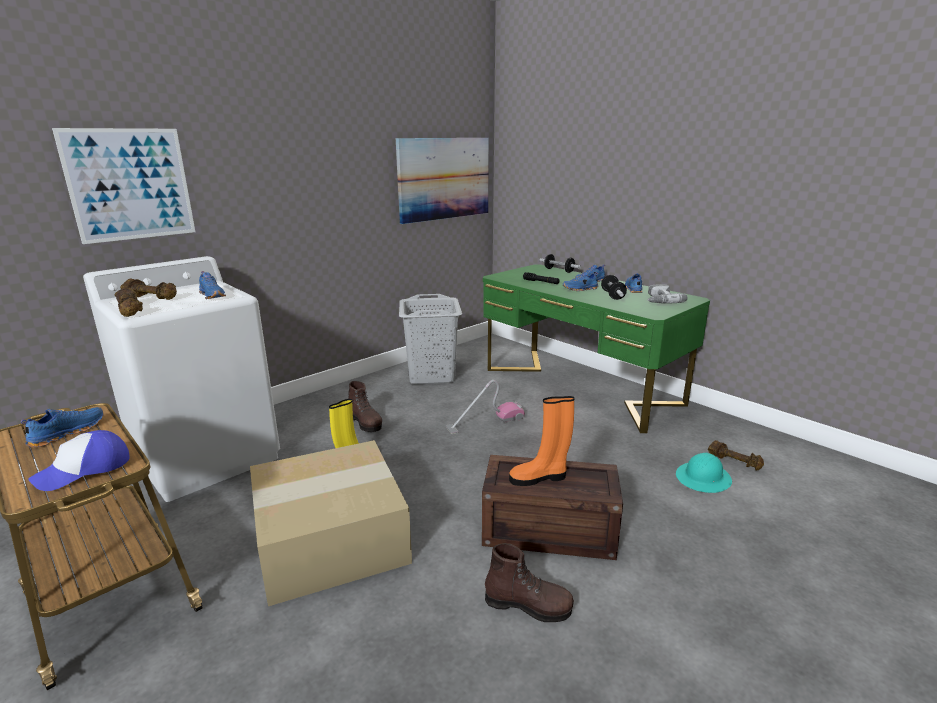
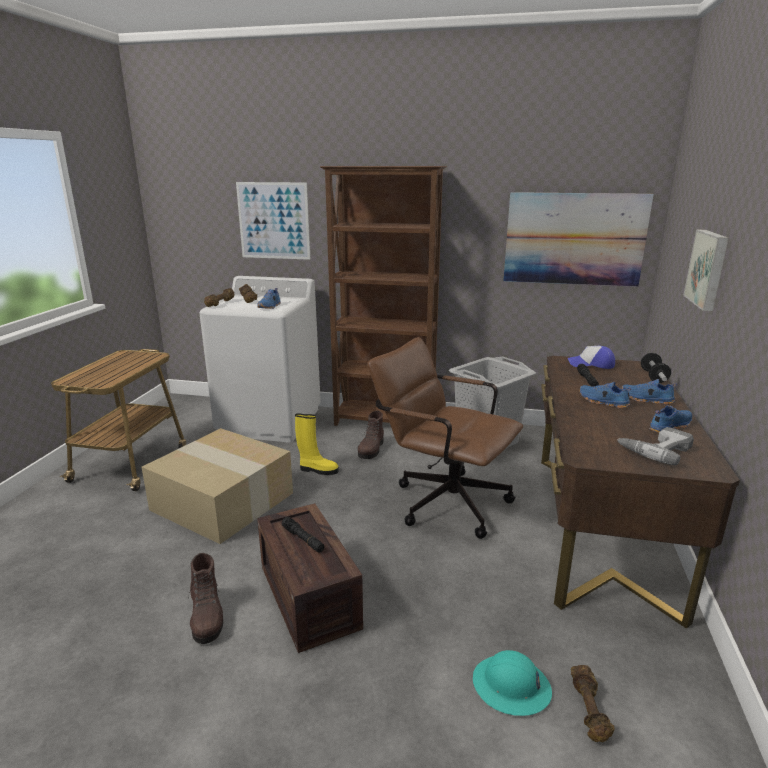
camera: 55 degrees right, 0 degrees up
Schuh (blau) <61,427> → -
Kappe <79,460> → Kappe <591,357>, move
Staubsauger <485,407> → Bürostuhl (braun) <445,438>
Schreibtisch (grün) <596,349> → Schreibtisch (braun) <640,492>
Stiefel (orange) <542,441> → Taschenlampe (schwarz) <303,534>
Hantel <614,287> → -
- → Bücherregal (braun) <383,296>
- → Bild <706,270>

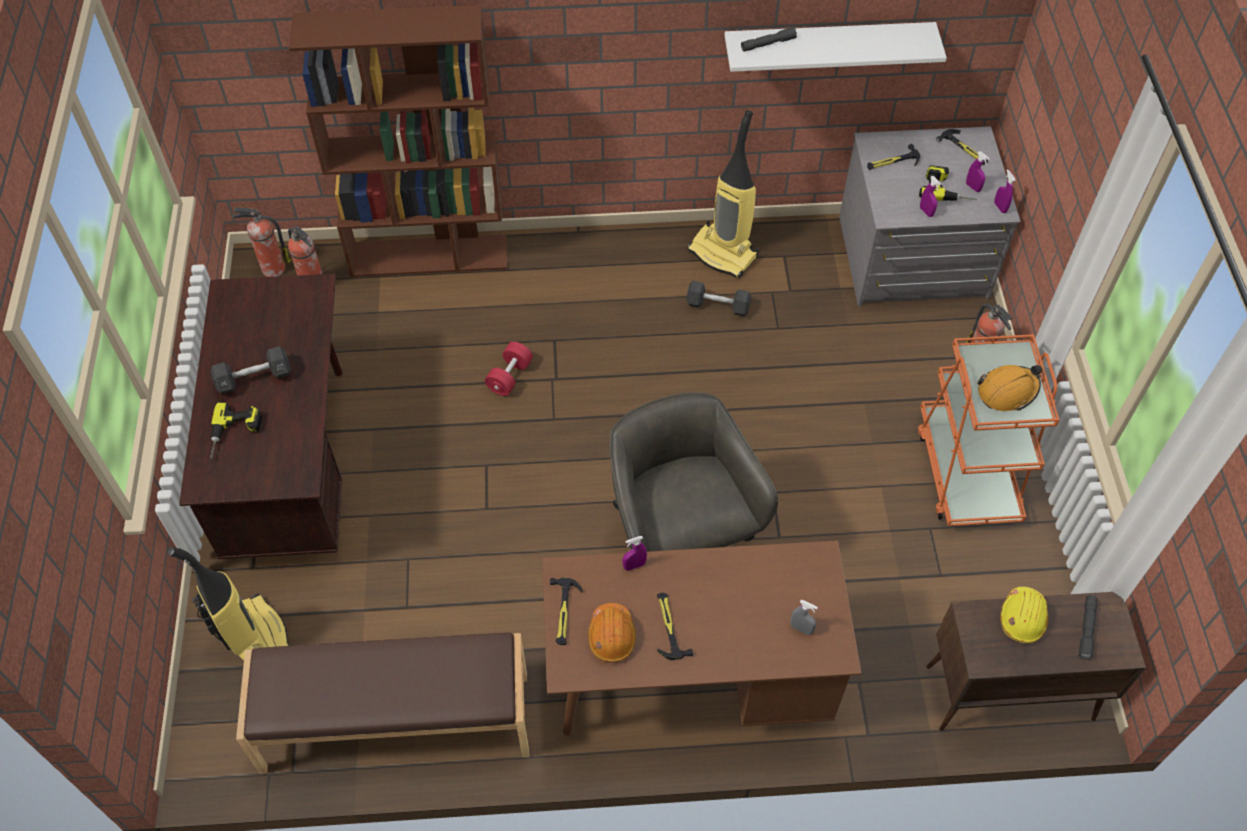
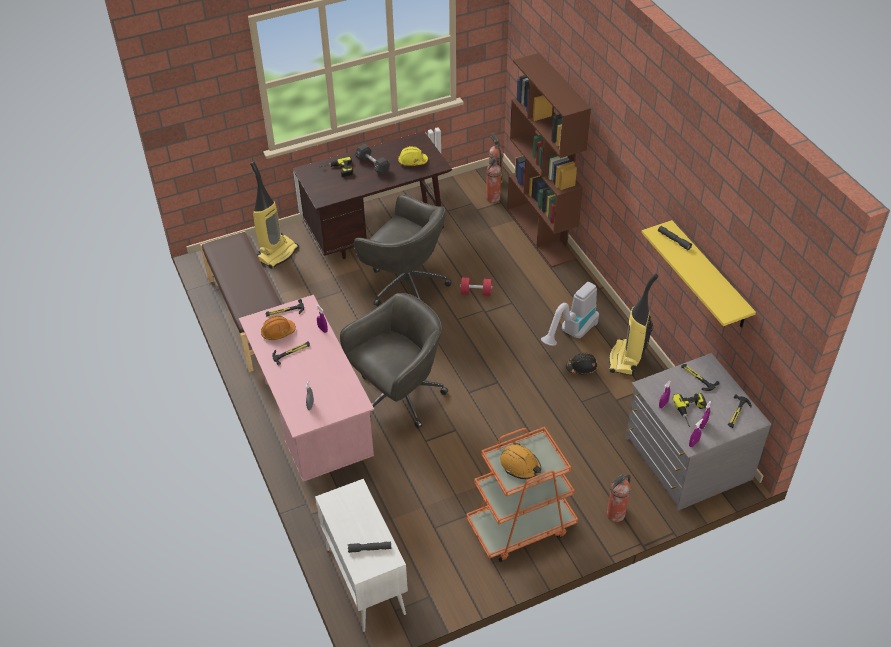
camera: 70 degrees right, 10 degrees down
Schreibtisch (braun) <702,638> → Schreibtisch (rosa) <306,388>
Hantel (schwarz) <718,298> → Schutzhelm (schwarz) <582,363>
Wandregal (weiß) <835,47> → Wandregal (gelb) <699,274>
Schrank (braun) <1036,661> → Schrank (weiß) <361,555>
Schutzhelm (gelb) <1024,615> → Schutzhelm (gelb) <413,156>, move
- → Bürostuhl (grau) <403,250>
- → Staubsauger <570,314>

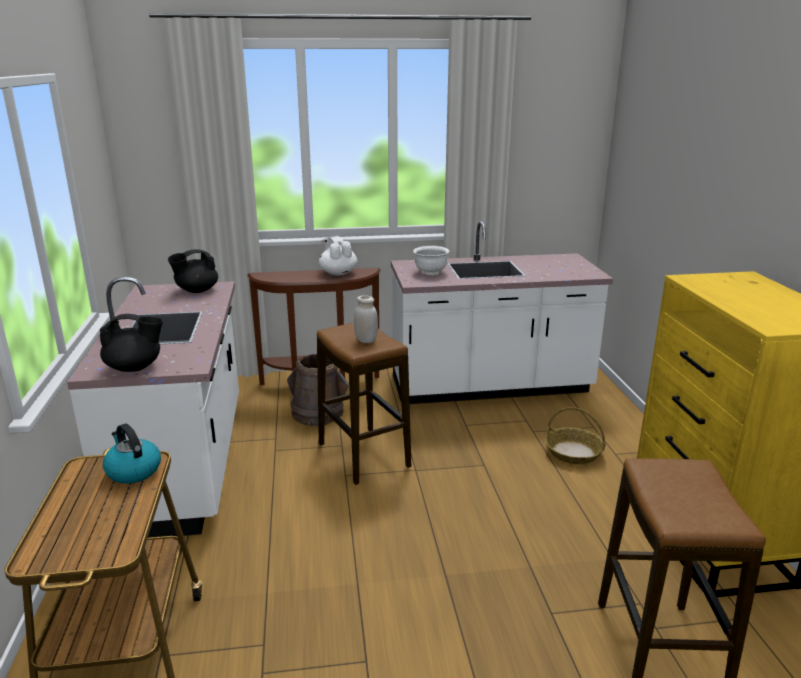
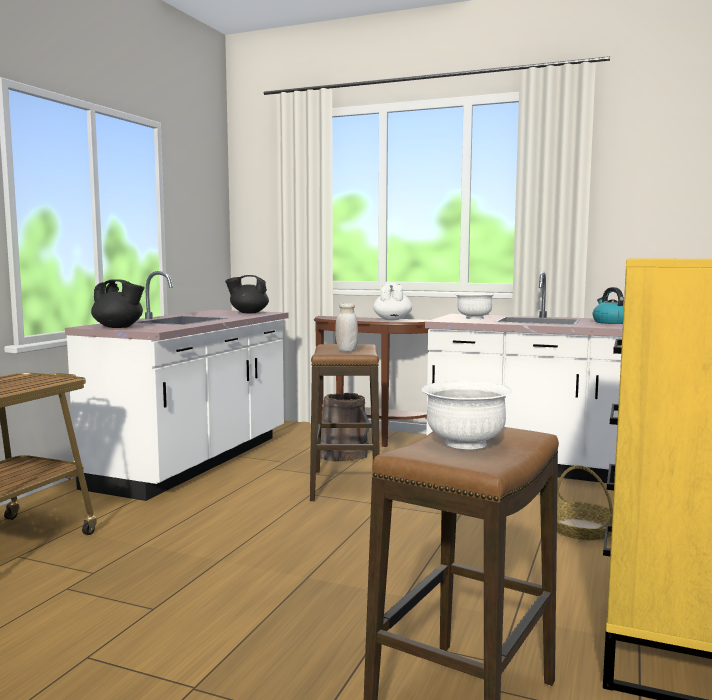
camera: 30 degrees right, 15 degrees down
Wasserkessel <132,454> → Wasserkessel <608,305>, move
- → Schüssel (weiß) <467,415>

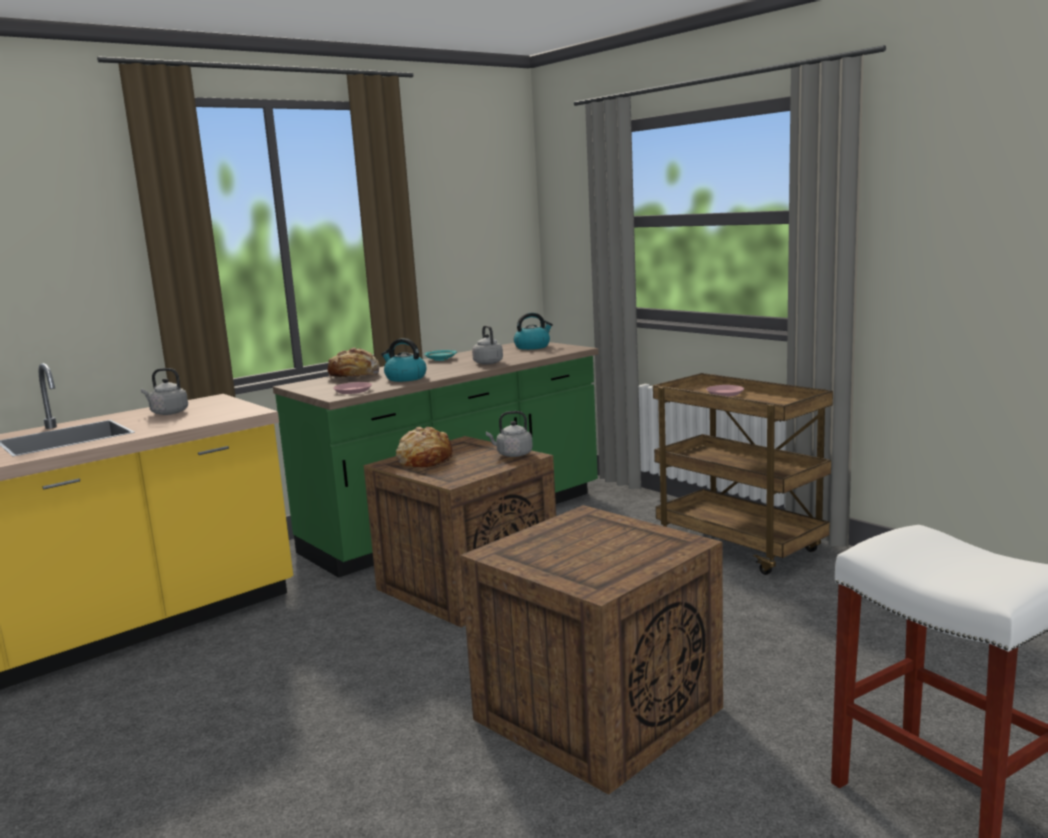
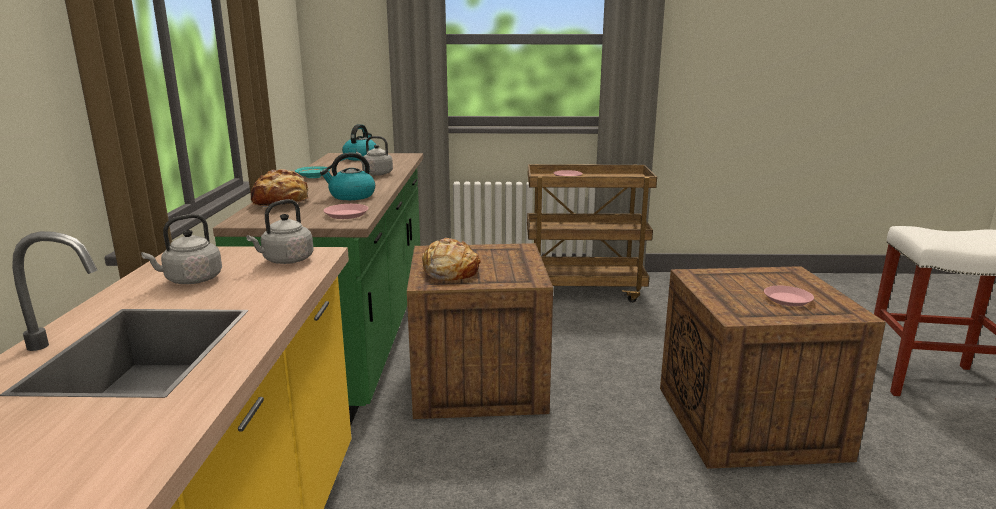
camera: 50 degrees left, 5 degrees up
Wasserkessel (grau) <509,434> → Wasserkessel (grau) <280,231>, move
- → Teller (rosa) <789,296>

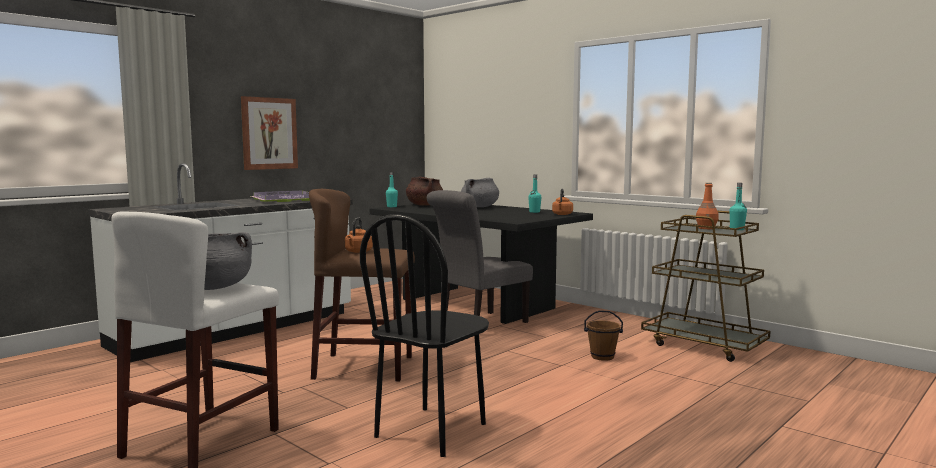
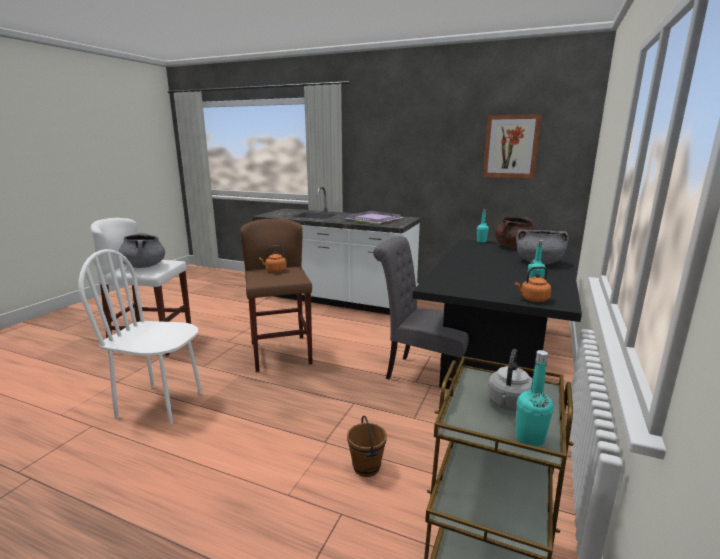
camera: 70 degrees right, 10 degrees up
Bild <269,133> → Bild <512,146>, move
Stuhl (schwarz) <424,335> → Stuhl (weiß) <140,336>
Flasche (orange) <707,205> → Wasserkessel (grau) <510,380>

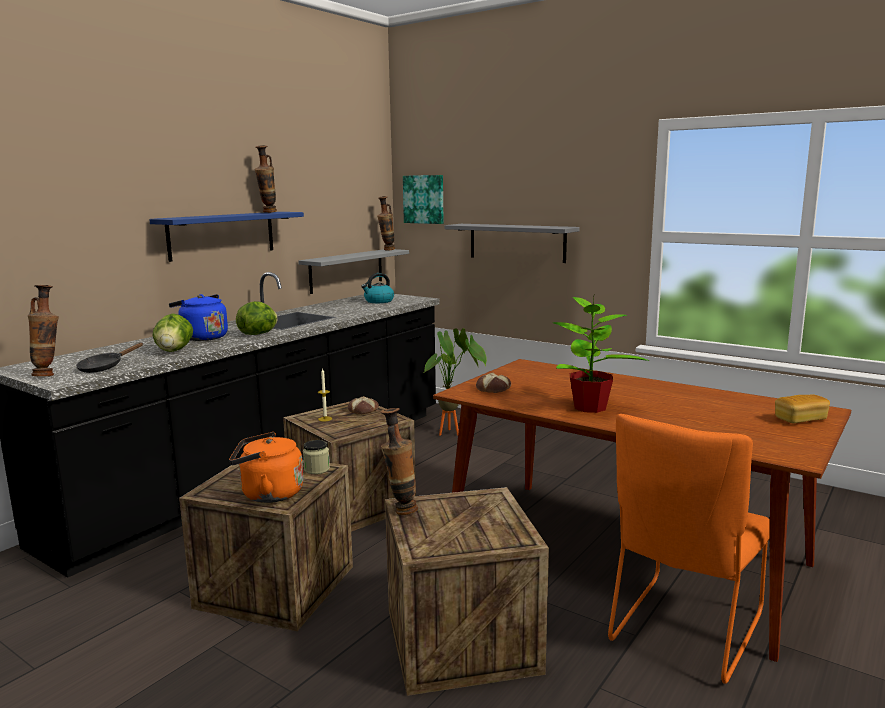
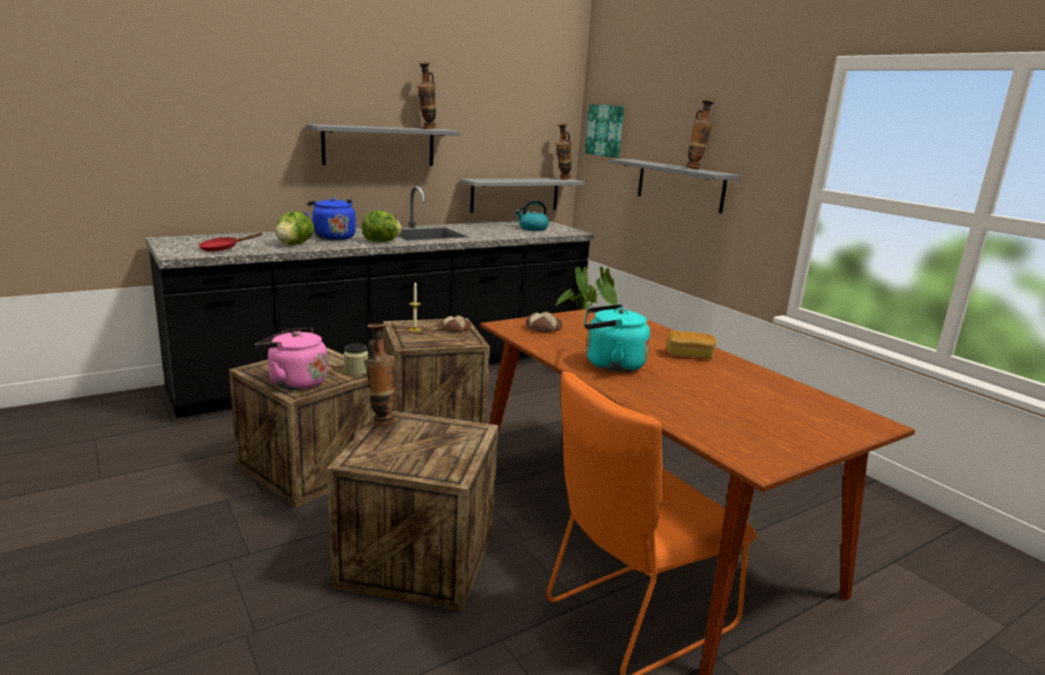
camera: 20 degrees right, 5 degrees up
Vase <43,330> → Vase <700,134>, move
Pfanne (schwarz) <109,358> → Pfanne (rot) <230,242>
Wandregal (blau) <226,237> → Wandregal (grau) <383,145>
Wasserkessel (orange) <266,467> → Wasserkessel (rosa) <291,359>
Topfpflanze <601,353> → Wasserkessel (türkis) <617,338>
Brot <802,408> → Brot <691,345>, move

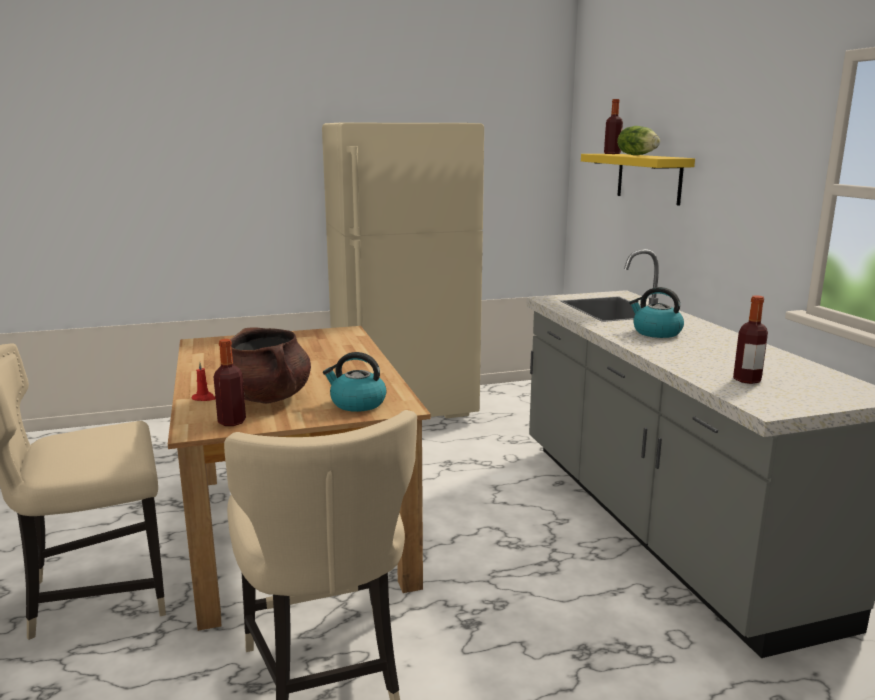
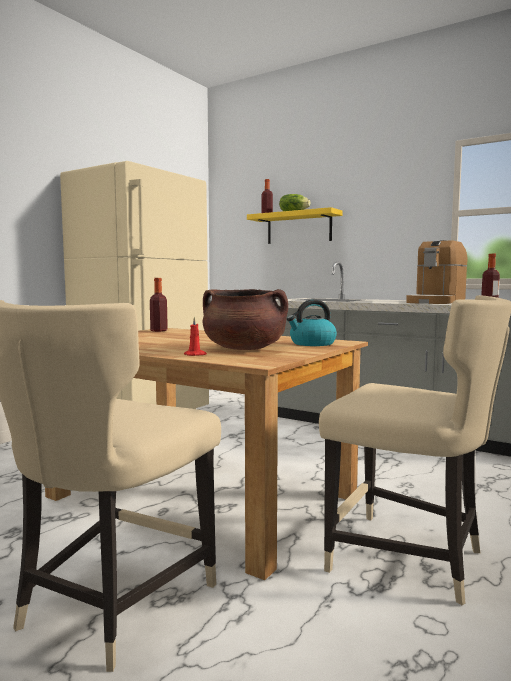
camera: 40 degrees left, 10 degrees down
Flasche <230,382> → Flasche <159,305>, move
Wasserkessel <656,312> → -
- → Kaffeemaschine <437,272>

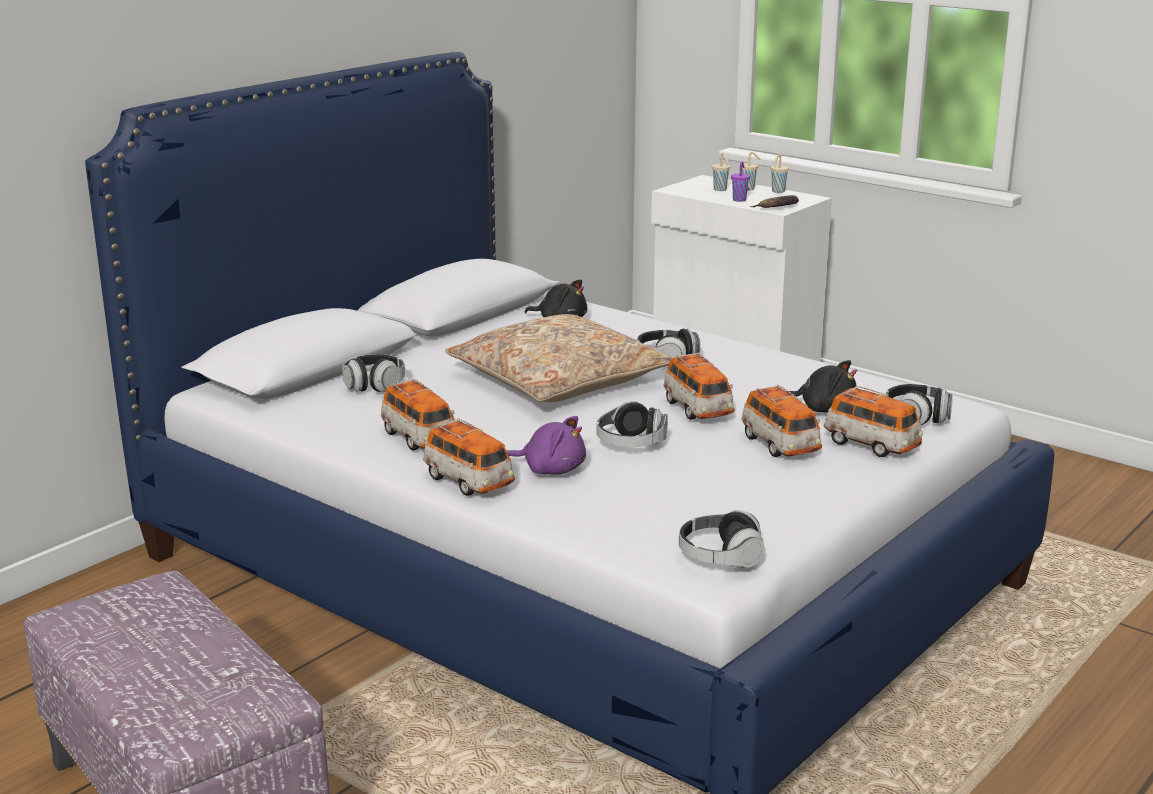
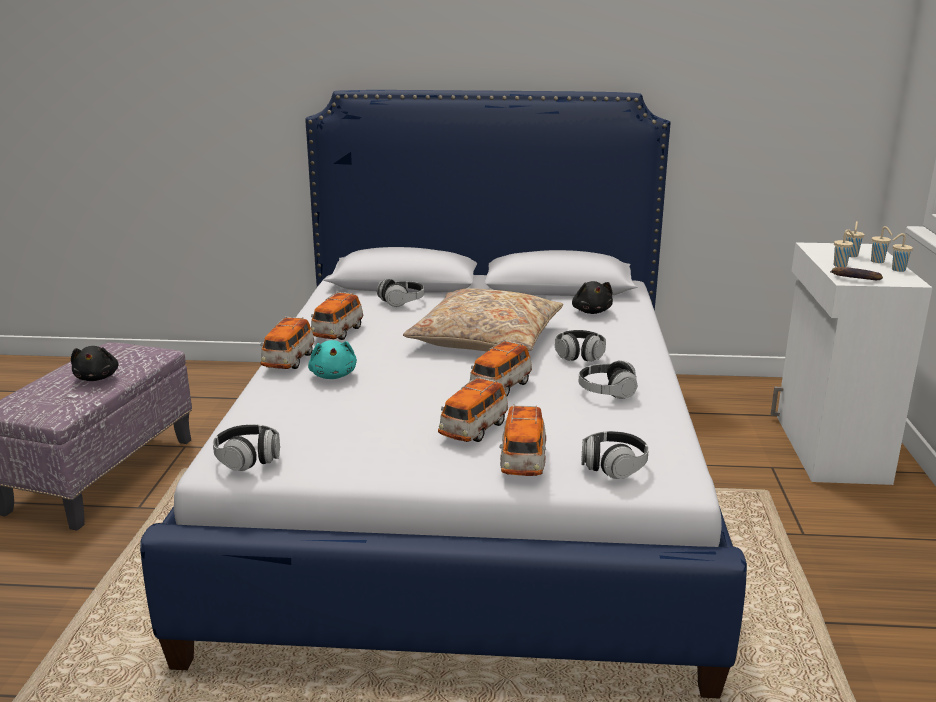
camera: 55 degrees right, 0 degrees up
Plüschtier (lila) <547,445> → Plüschtier (türkis) <332,359>
Kopfhörer <632,424> → Kopfhörer <608,379>, move
Tasse (lila) <740,182> → Tasse (beige) <844,248>
Plüschtier (schwarz) <821,386> → Plüschtier (schwarz) <95,363>, move

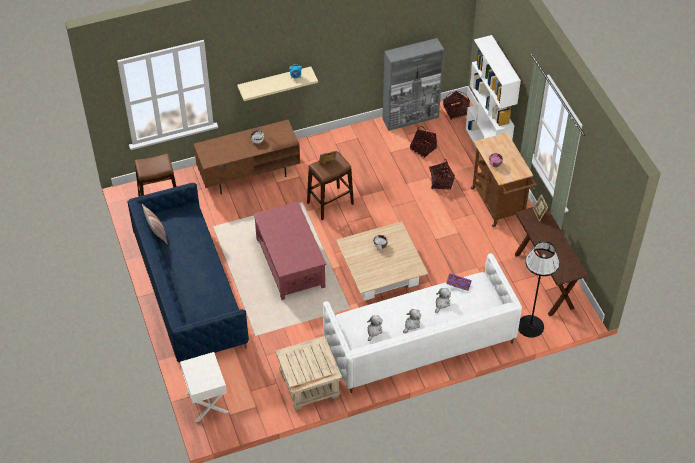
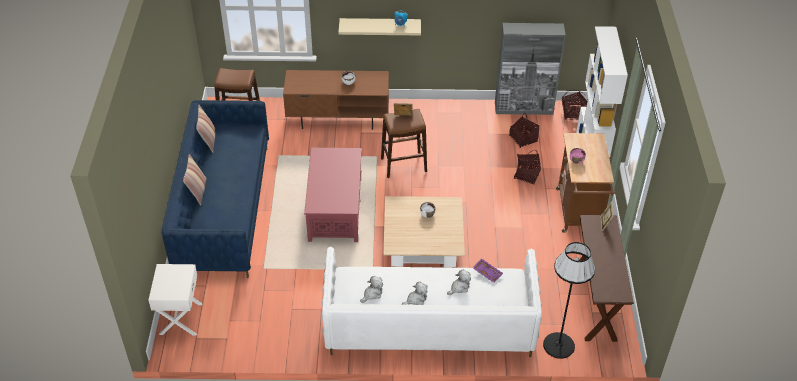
camera: 20 degrees right, 5 degrees down
Beistelltisch (beige) <308,373> → -
- → Kissen <195,180>

